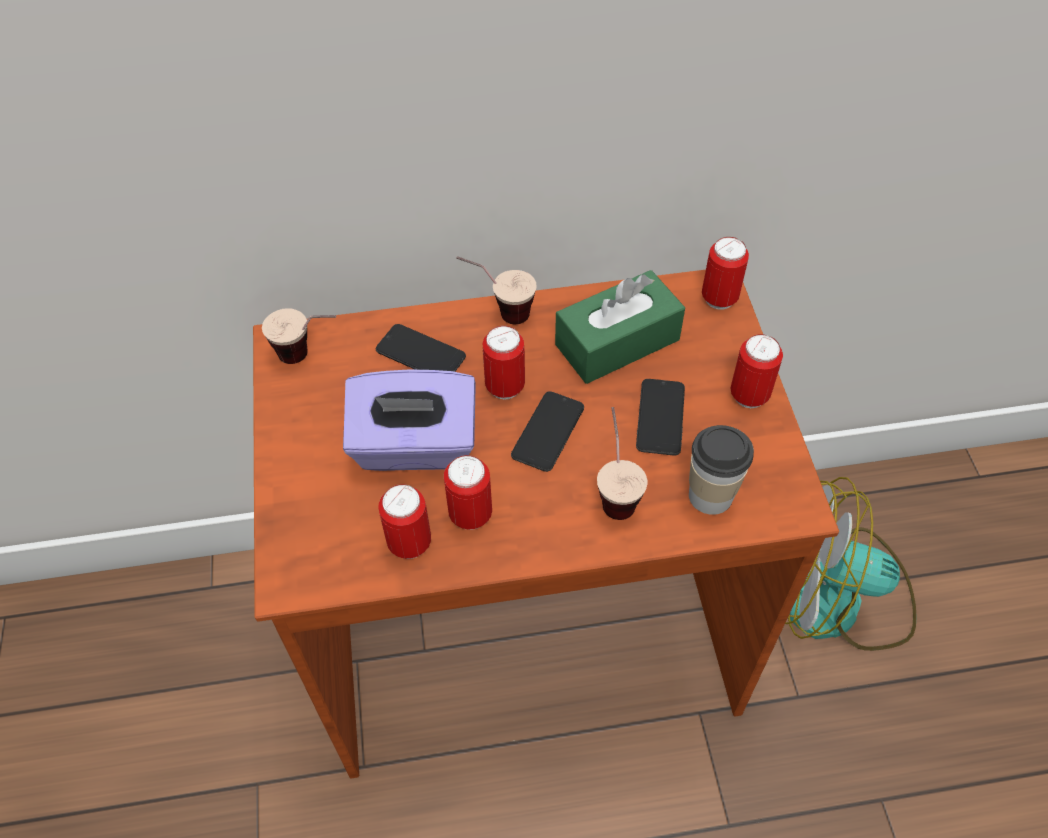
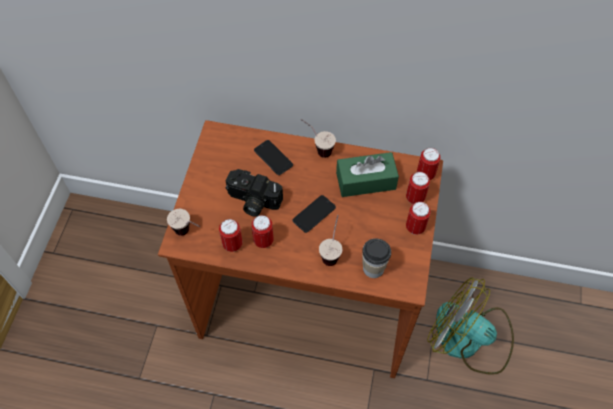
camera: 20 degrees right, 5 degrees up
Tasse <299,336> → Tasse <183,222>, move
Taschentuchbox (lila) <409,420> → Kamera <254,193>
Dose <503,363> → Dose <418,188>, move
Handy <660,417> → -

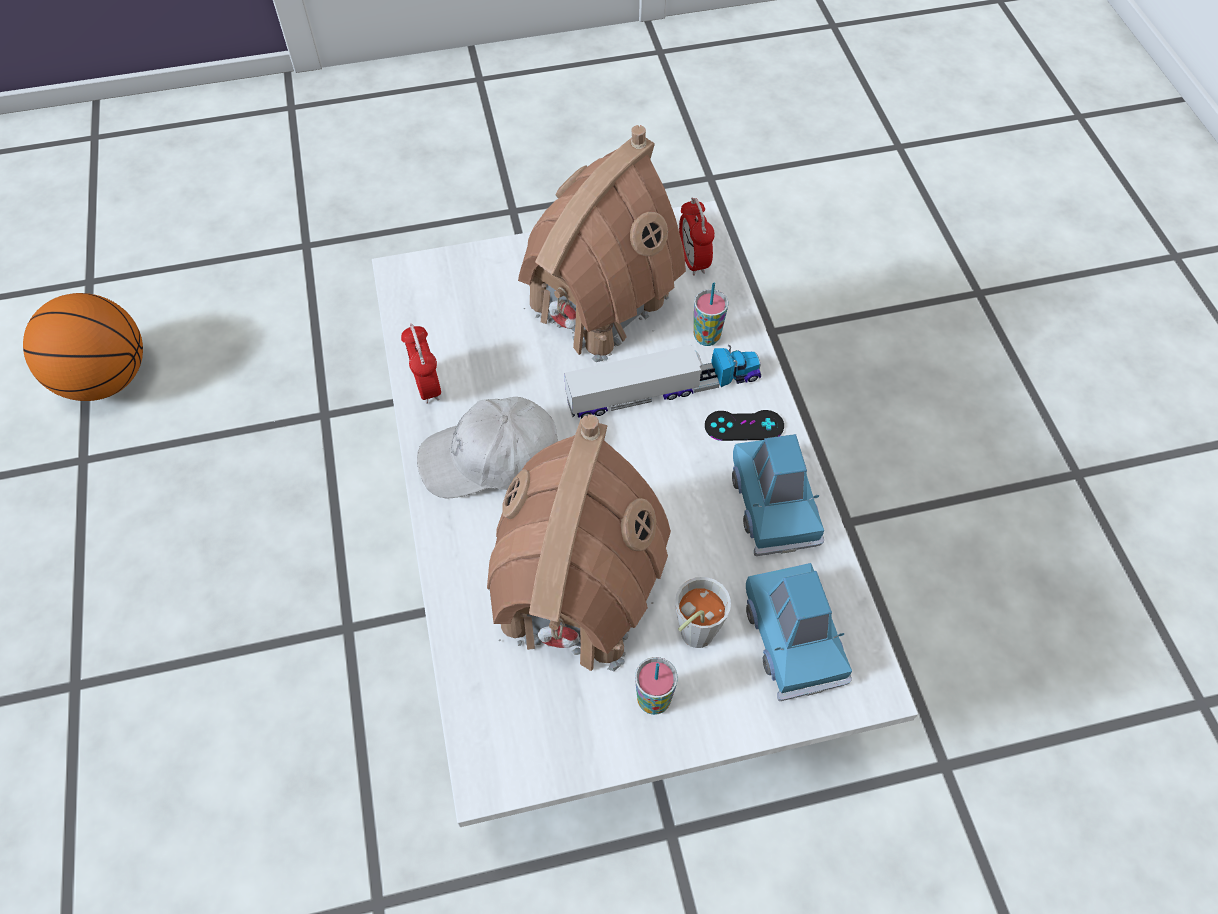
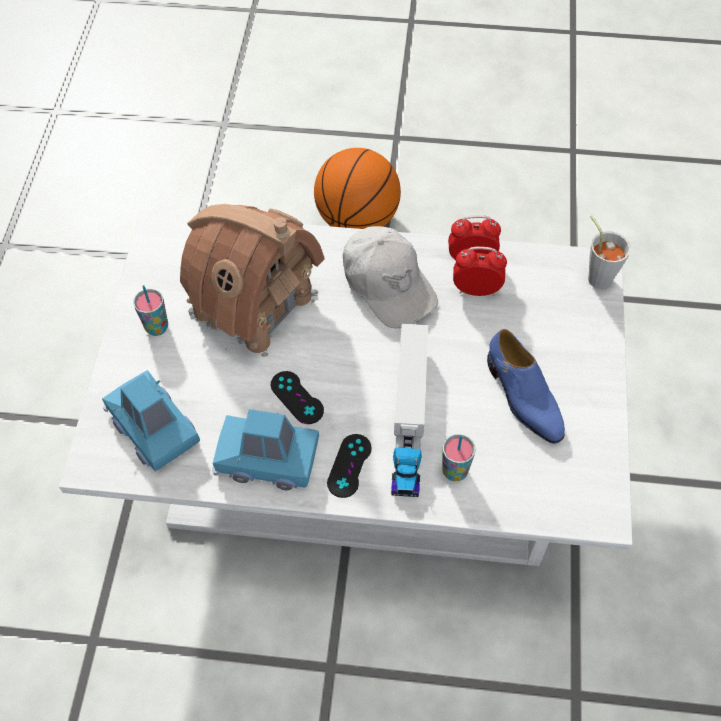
camera: 110 degrees right, 0 degrees up
Basketball <83,347> → Basketball <357,188>, move
Kappe (weiß) <487,448> → Kappe (weiß) <390,277>, 135 degrees clockwise
Spielzeughaus <602,243> → Schuh (blau) <526,386>
Tasse (grau) <703,612> → Tasse (grau) <609,252>, move
Wecker <697,236> → Wecker <480,271>, move
Spielzeugauto (blau) <799,632> → Spielzeugauto (blau) <151,420>, 45 degrees clockwise
- → Gamepad (schwarz) <297,397>

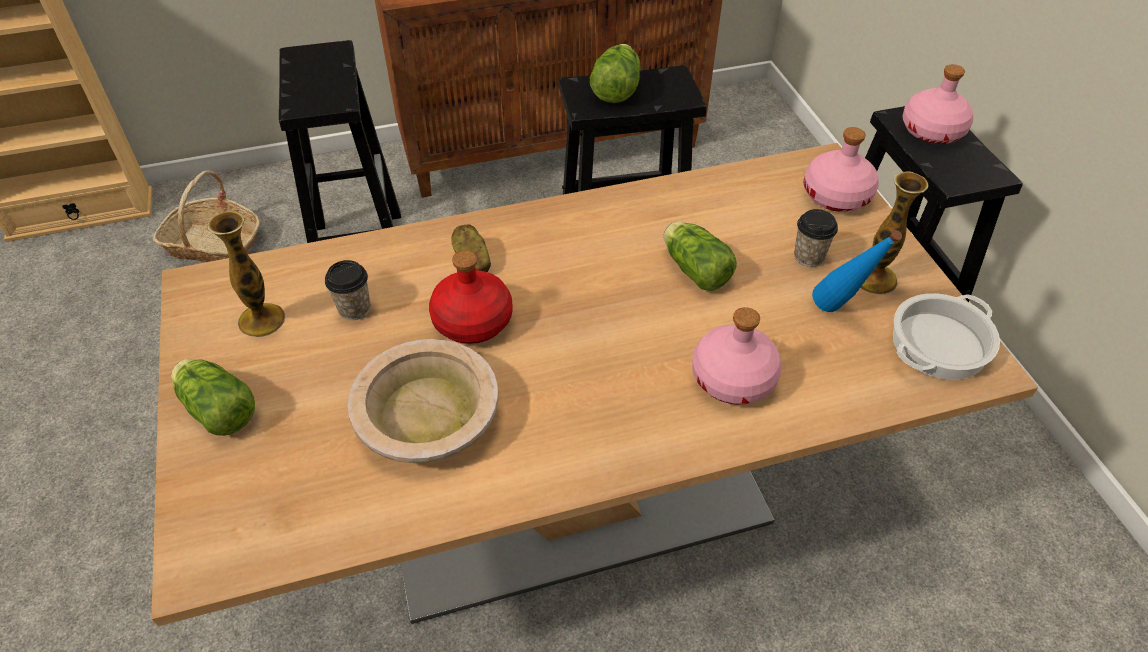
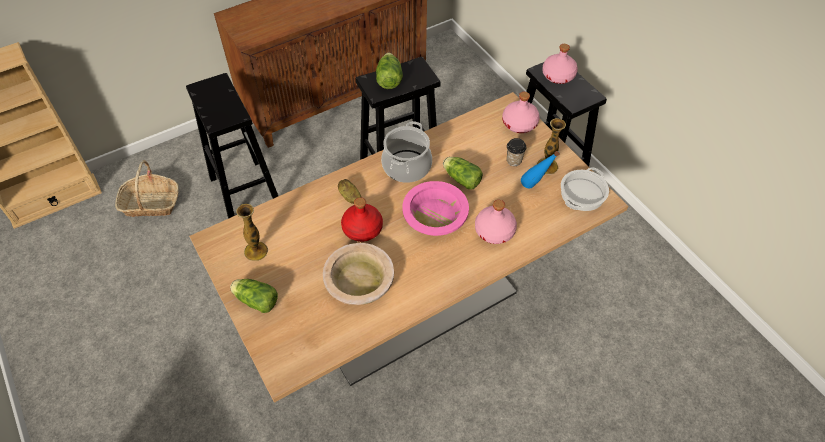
camera: 15 degrees left, 5 degrees up
Tasse <347,290> → -
- → Kochtopf <406,152>
- → Schüssel (rosa) <436,208>

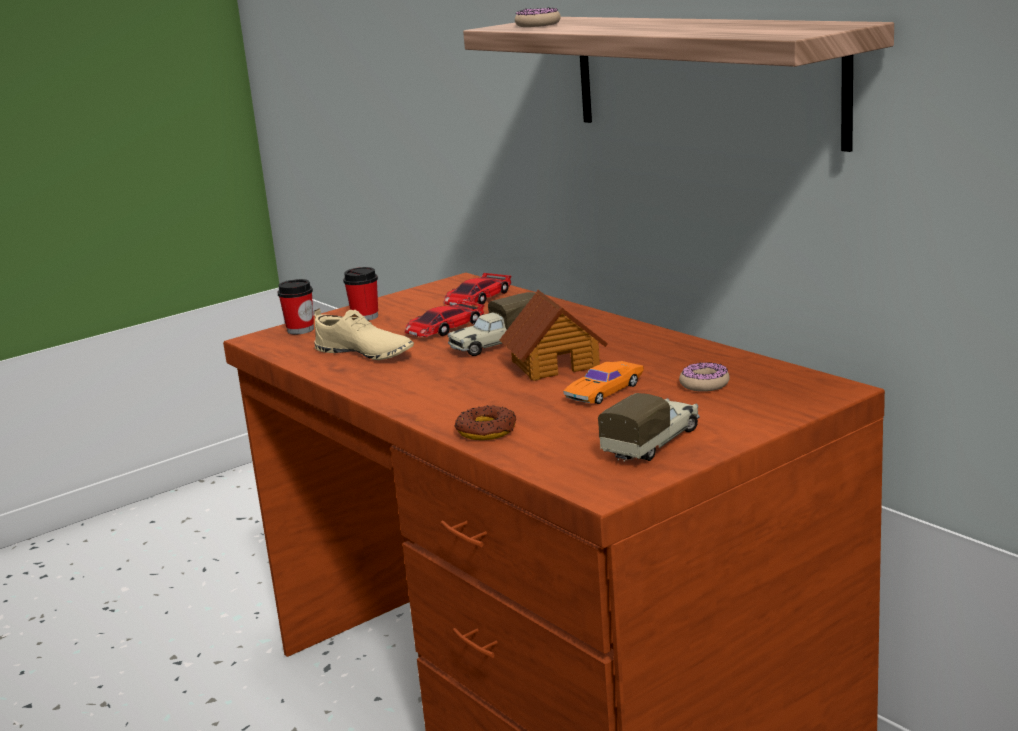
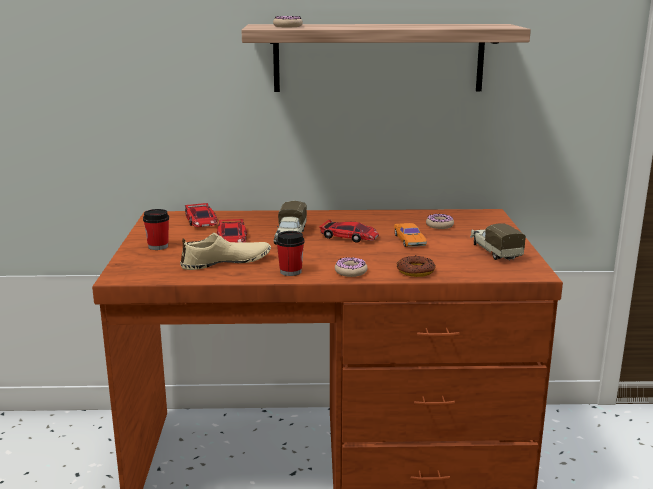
camera: 55 degrees left, 0 degrees up
Tasse <295,306> → Tasse <290,253>, move
Spielzeughaus <554,335> → Spielzeugauto <349,231>
- → Donut <351,267>

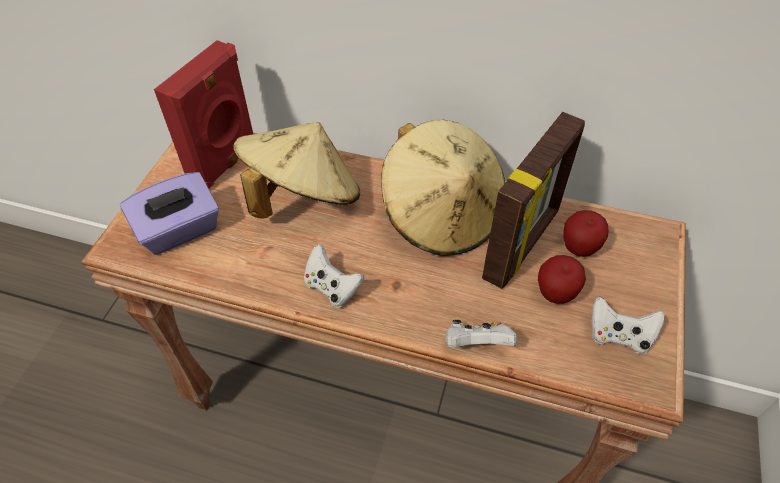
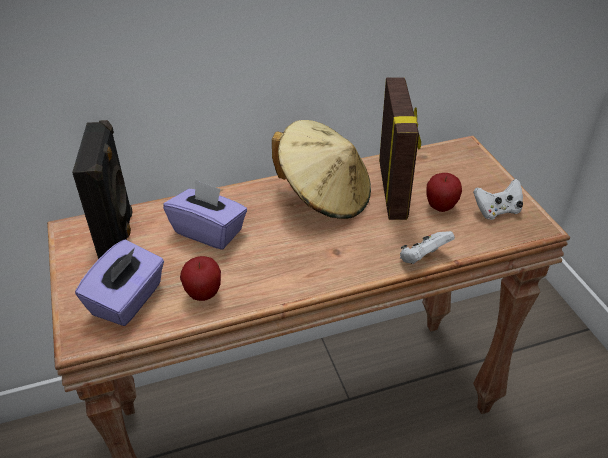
camera: 35 degrees left, 10 degrees down
Lautsprecher (rot) <203,114> → Lautsprecher (schwarz) <102,189>
Hut (beige) <296,170> → Taschentuchbox (lila) <205,214>
Gamepad (weiß) <334,276> → -
Apfel <585,233> → Apfel <200,278>, move

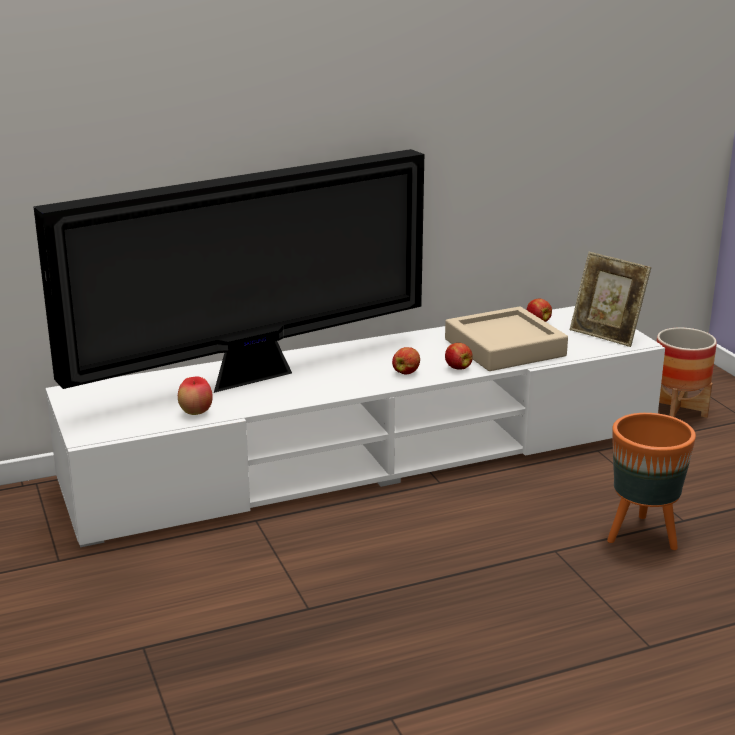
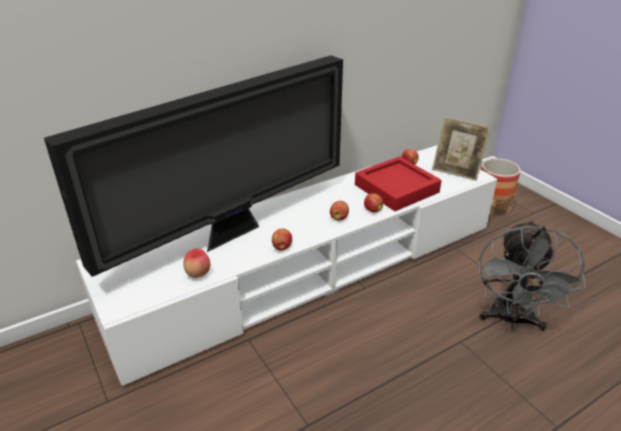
camera: 10 degrees left, 10 degrees up
Tablett (beige) <506,338> → Tablett (rot) <398,183>
Pflanzkübel (orange) <651,481> → Ventilator (grau) <532,275>
- → Apfel <282,239>

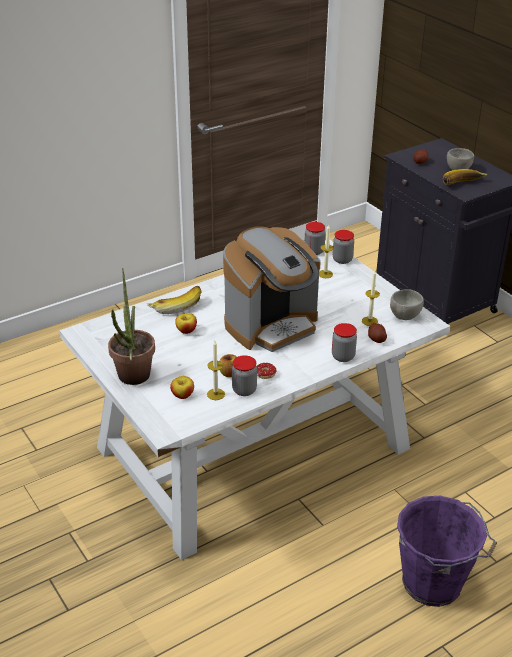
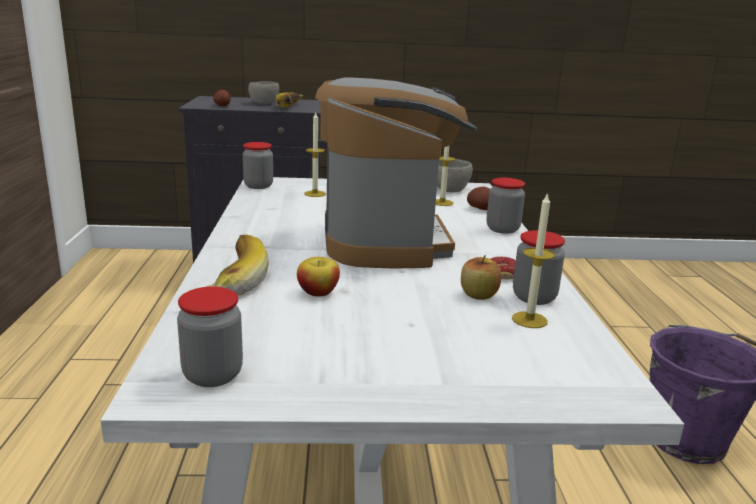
camera: 60 degrees left, 15 degrees down
Topfpflanze <131,326> → -
Apfel <182,387> → -
Vorratsglas <343,247> → Vorratsglas <210,336>, move

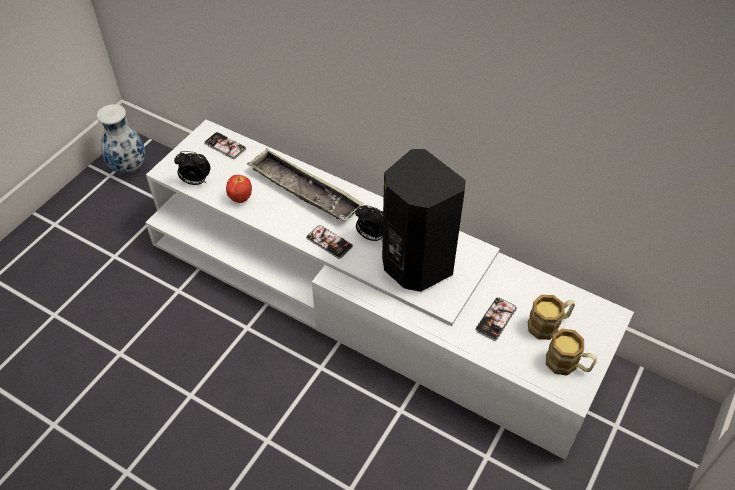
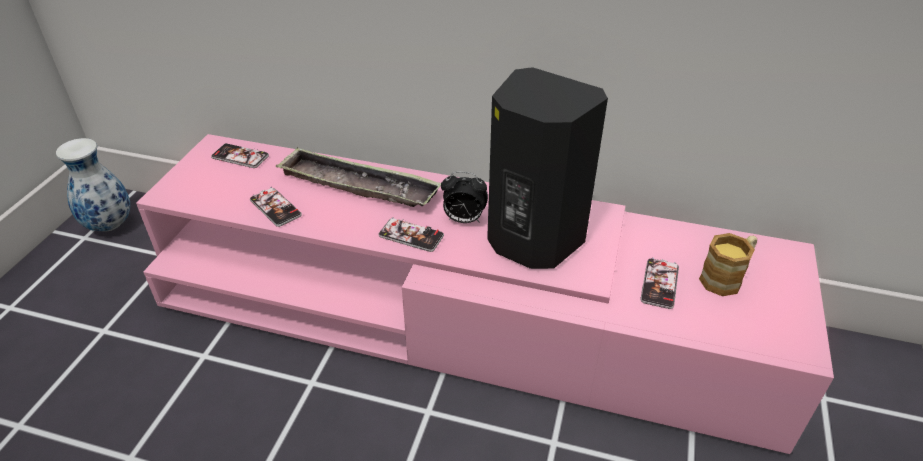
camera: 15 degrees left, 10 degrees down
Fernsehschrank (weiß) <389,290> → Fernsehschrank (rosa) <485,294>
Wecker <192,168> → -
Apfel <239,189> → Handy <276,207>
Henkelbecher <571,352> → -

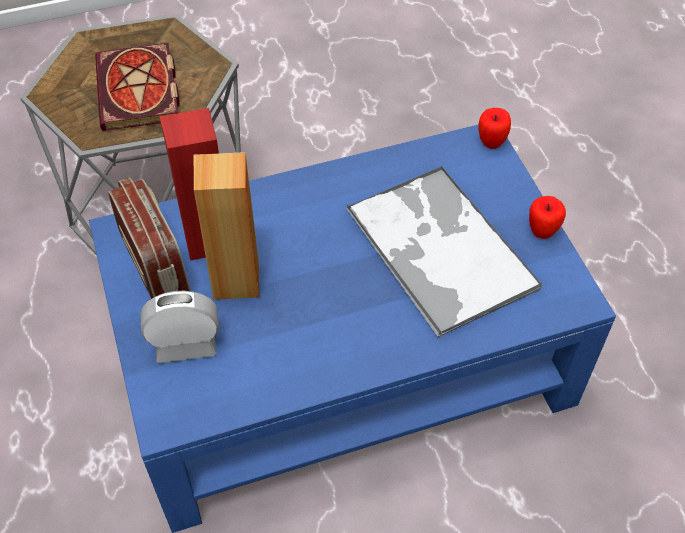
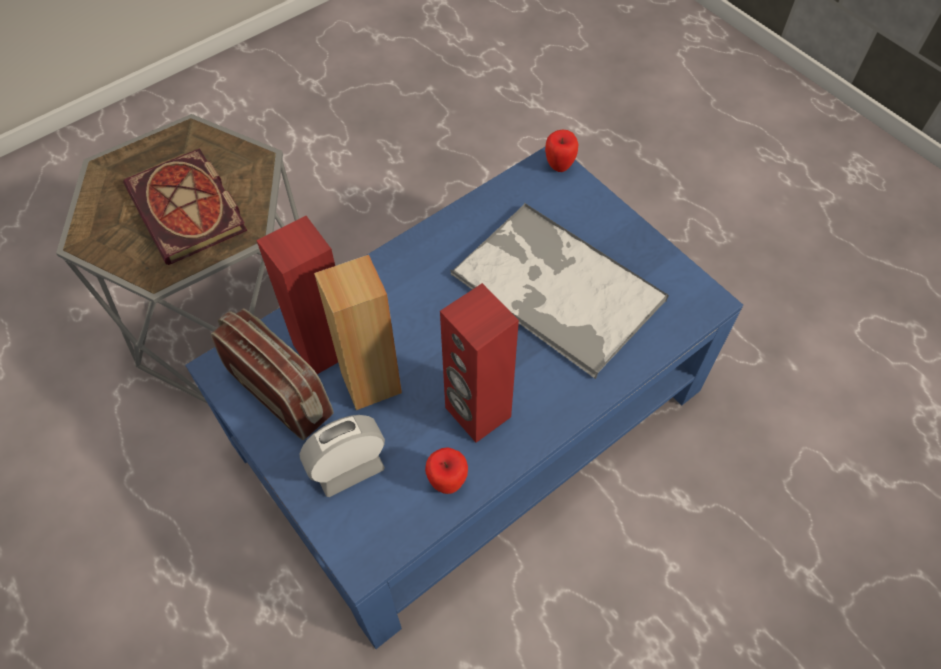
camera: 20 degrees left, 5 degrees up
Apfel <547,217> → Apfel <446,470>, move
- → Lautsprecher (rot) <479,363>

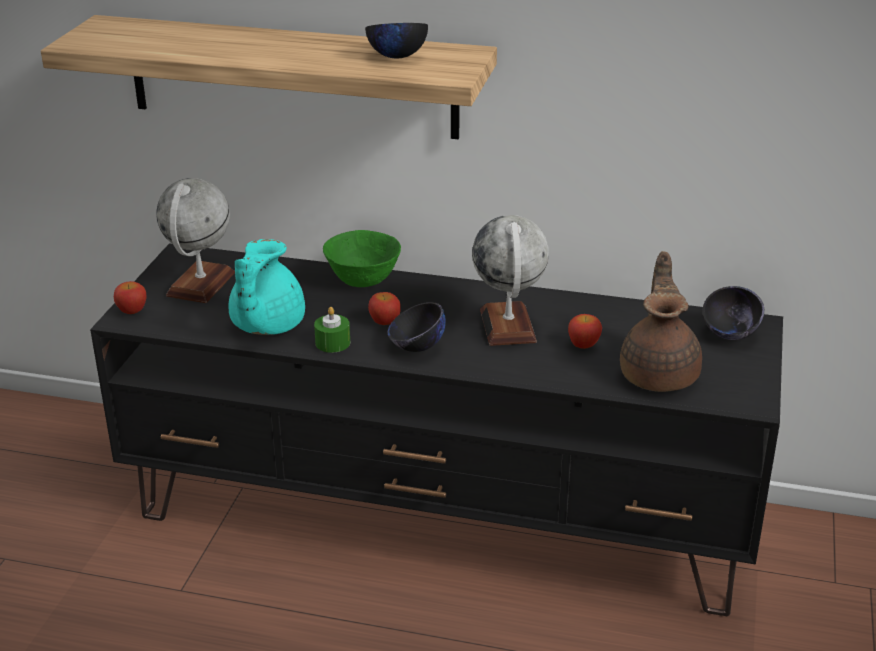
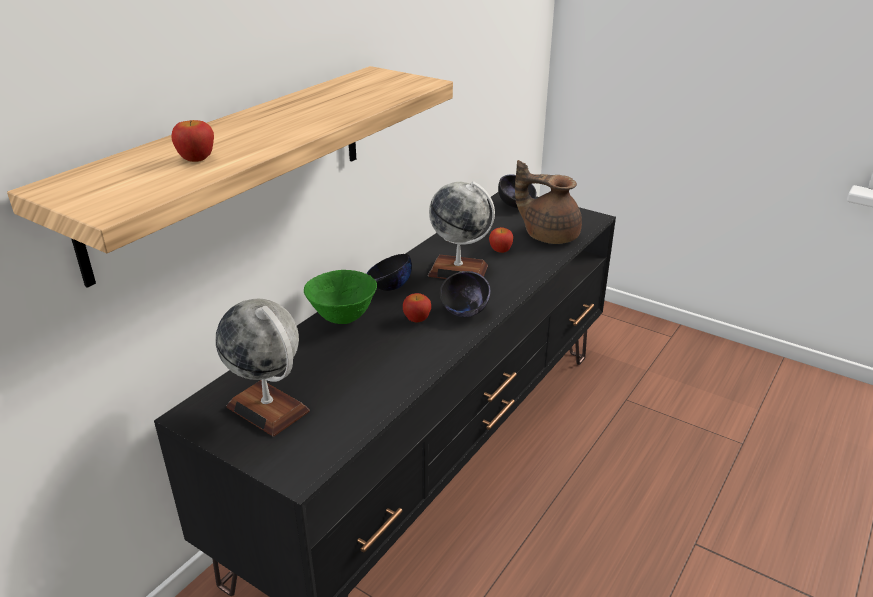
camera: 70 degrees left, 0 degrees up
Apfel <130,297> → Apfel <192,141>, move
Teekanne (türkis) <266,287> → -
Kerze (grün) <332,330> → -
Schüssel (schwarz) <396,41> → Schüssel (schwarz) <389,272>, move

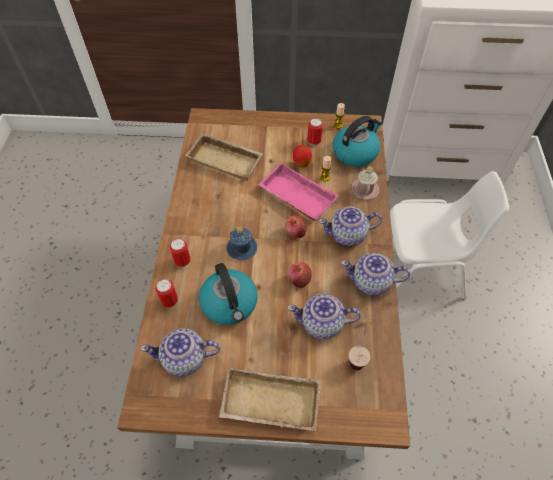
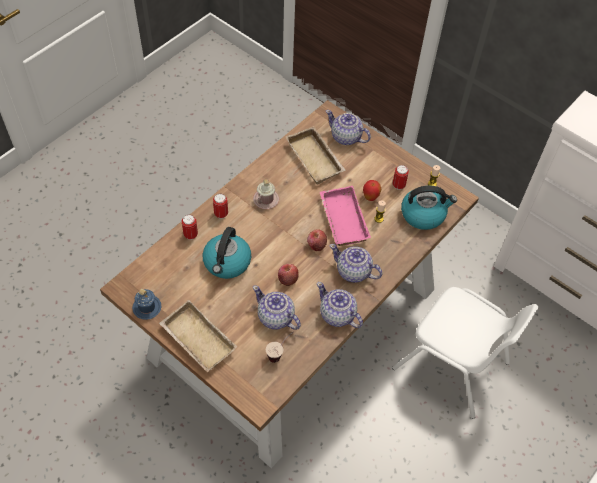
camera: 35 degrees right, 0 degrees up
Teekanne <180,352> → Teekanne <348,127>, move
Henkelbecher (blau) <242,243> → Henkelbecher (blau) <147,304>, move
Henkelbecher (rosa) <365,183> → Henkelbecher (rosa) <266,194>, move

